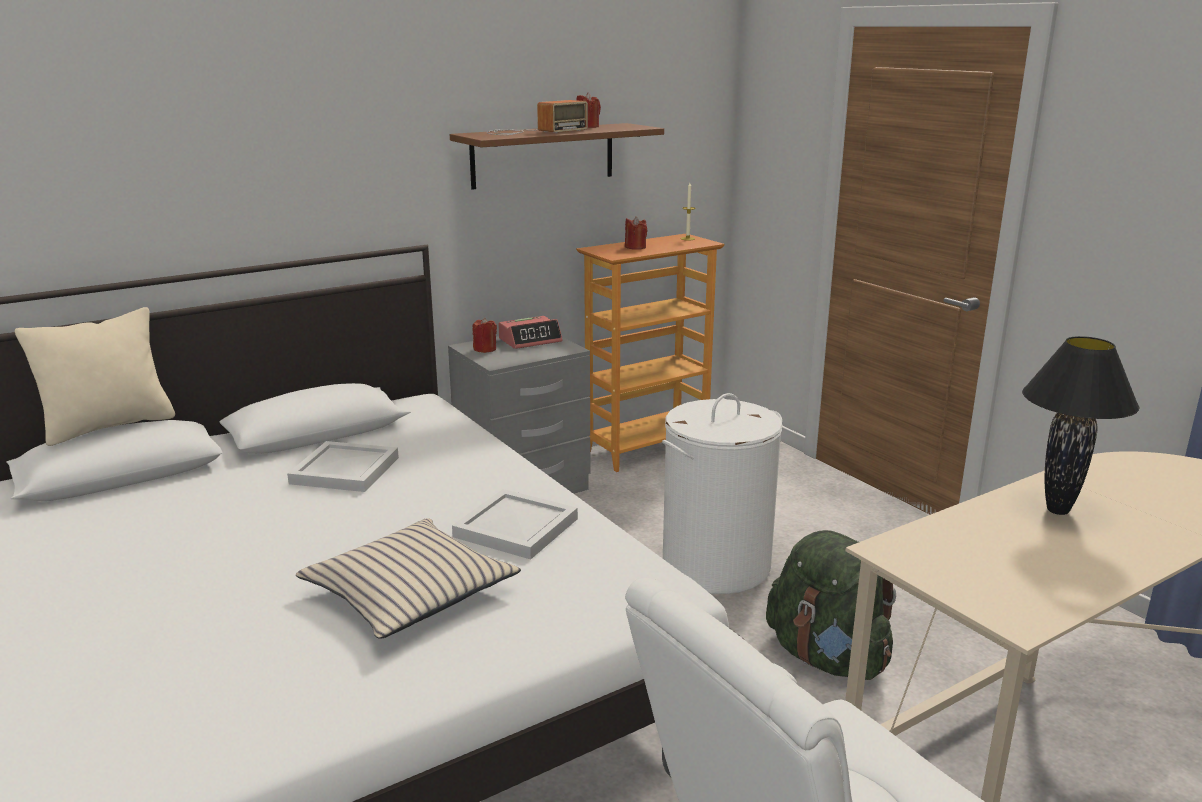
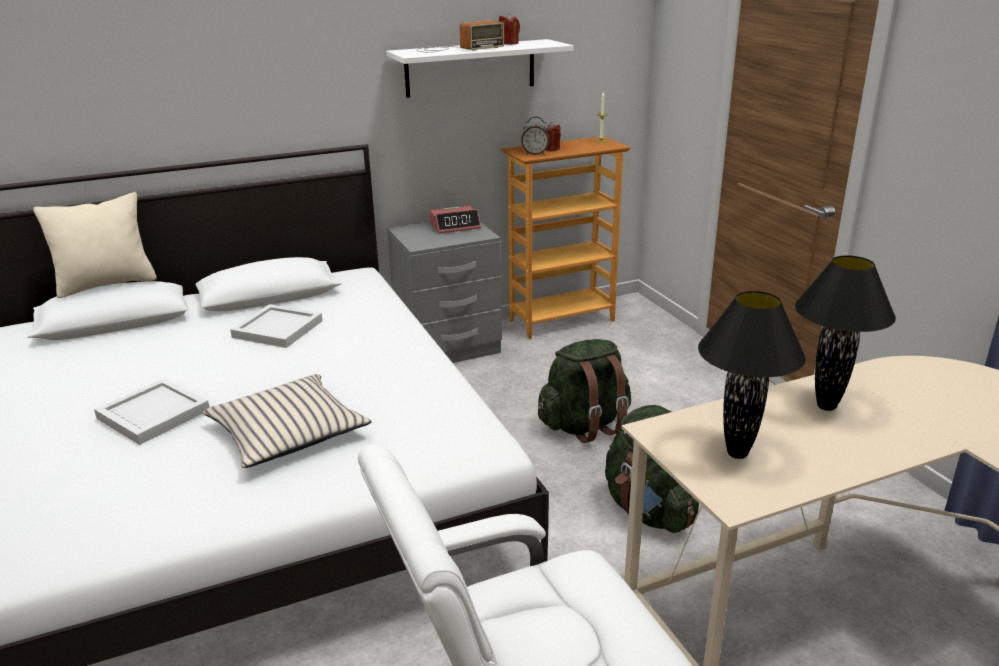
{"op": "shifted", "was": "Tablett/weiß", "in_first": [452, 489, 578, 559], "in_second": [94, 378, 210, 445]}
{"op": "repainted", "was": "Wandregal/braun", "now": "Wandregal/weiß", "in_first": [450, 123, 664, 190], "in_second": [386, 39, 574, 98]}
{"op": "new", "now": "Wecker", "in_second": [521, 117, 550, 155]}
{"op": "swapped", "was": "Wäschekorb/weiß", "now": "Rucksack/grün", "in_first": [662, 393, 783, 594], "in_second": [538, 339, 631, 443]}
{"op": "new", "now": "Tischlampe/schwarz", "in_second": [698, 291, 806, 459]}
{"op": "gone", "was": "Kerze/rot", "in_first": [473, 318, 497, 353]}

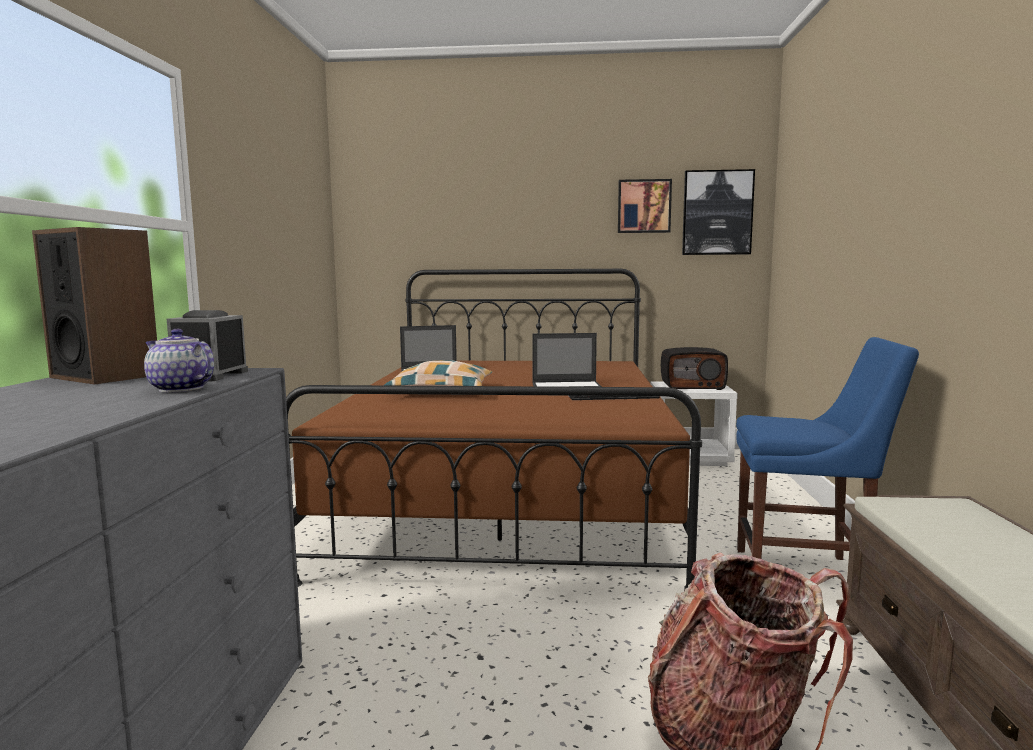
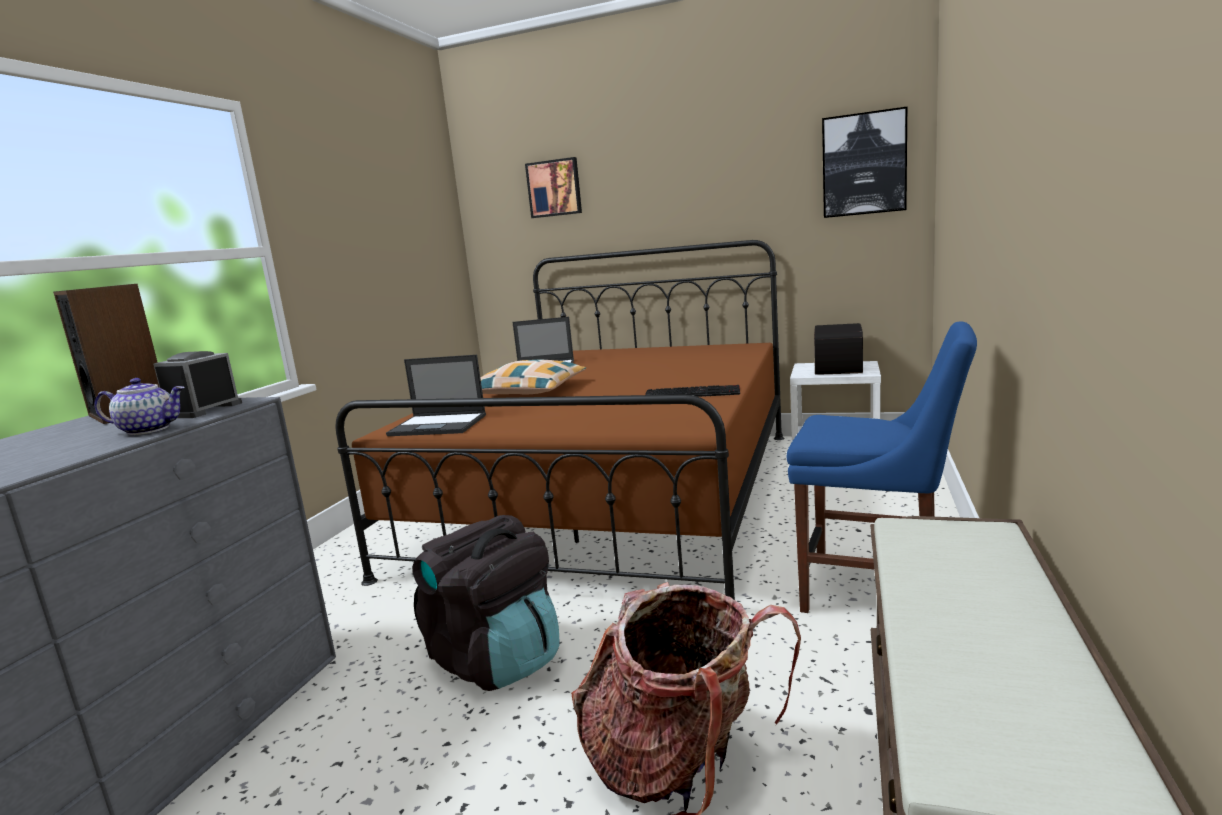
{"op": "rotated", "was": "Teekanne", "in_first": [144, 329, 214, 392], "in_second": [94, 378, 185, 435], "clockwise": 135}
{"op": "shifted", "was": "Laptop", "in_first": [532, 333, 602, 387], "in_second": [386, 355, 486, 436]}
{"op": "new", "now": "Rucksack/schwarz", "in_second": [412, 515, 560, 691]}
{"op": "shifted", "was": "Bild", "in_first": [618, 179, 672, 233], "in_second": [525, 157, 582, 218]}
{"op": "rotated", "was": "Radio", "in_first": [661, 347, 728, 390], "in_second": [814, 323, 863, 375], "clockwise": -90}

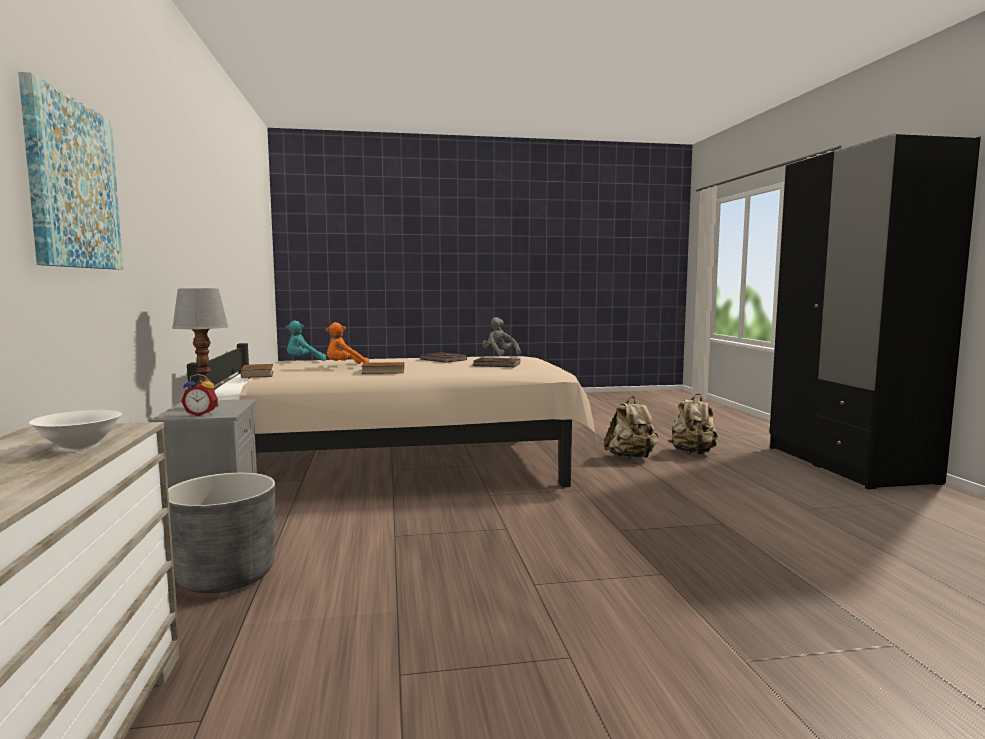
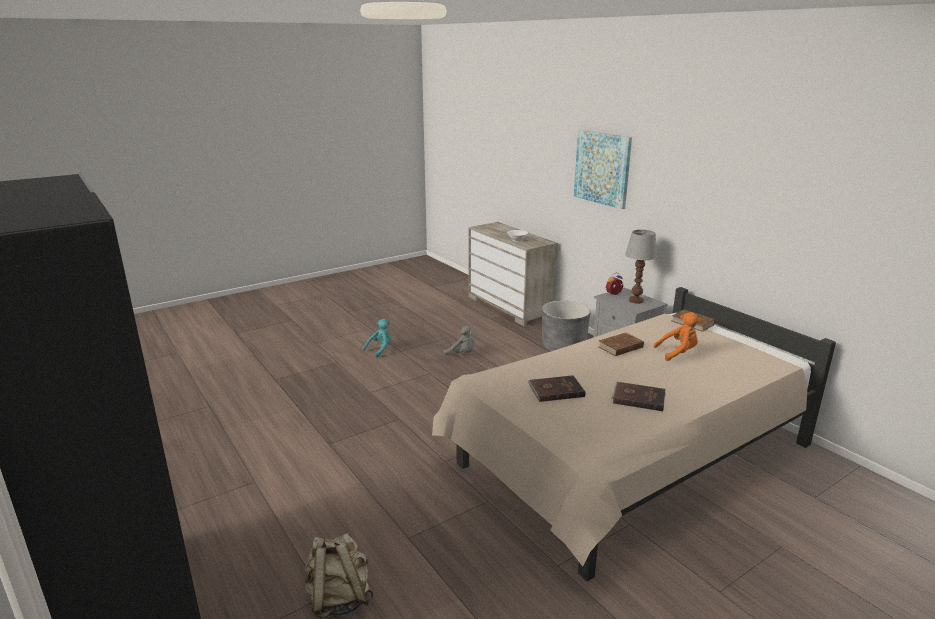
{"op": "shifted", "was": "Plüschtier/türkis", "in_first": [286, 320, 326, 361], "in_second": [363, 319, 391, 358]}
{"op": "shifted", "was": "Plüschtier/grau", "in_first": [482, 317, 521, 356], "in_second": [444, 326, 474, 356]}
{"op": "rotated", "was": "Plüschtier/orange", "in_first": [326, 322, 369, 364], "in_second": [654, 312, 701, 361], "clockwise": 45}
{"op": "gone", "was": "Rucksack/beige", "in_first": [604, 396, 658, 458]}

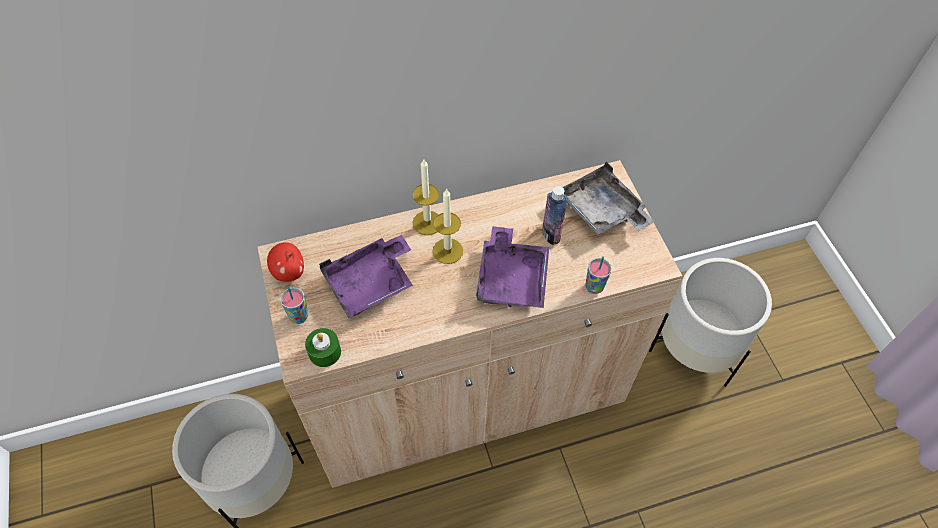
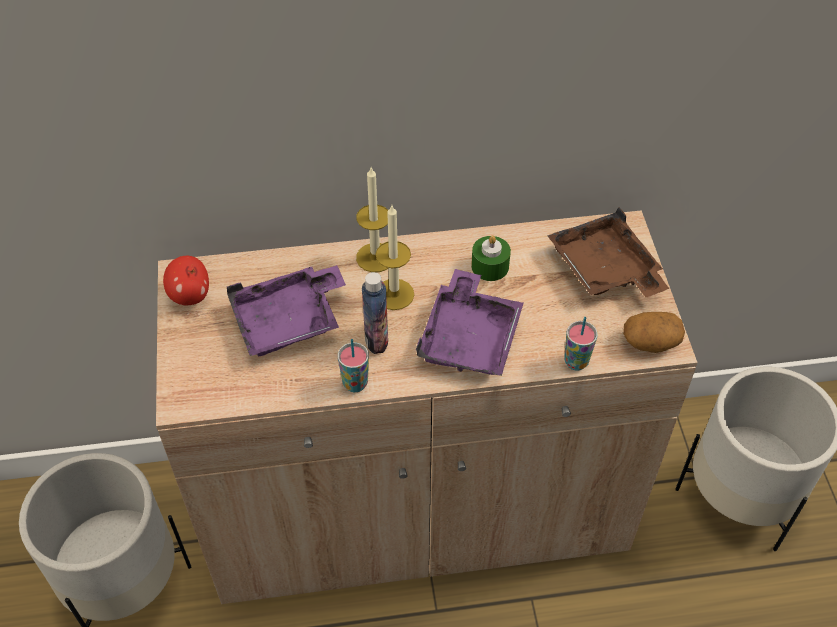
{"op": "shifted", "was": "Tasse", "in_first": [280, 287, 308, 324], "in_second": [338, 339, 369, 392]}
{"op": "shifted", "was": "Flasche", "in_first": [542, 186, 567, 245], "in_second": [362, 272, 388, 354]}
{"op": "shifted", "was": "Kerze/grün", "in_first": [305, 328, 341, 367], "in_second": [471, 236, 511, 281]}
{"op": "repainted", "was": "Tablett/grau", "now": "Tablett/braun", "in_first": [563, 162, 654, 235], "in_second": [547, 207, 670, 297]}
{"op": "new", "now": "Kartoffel", "in_second": [623, 312, 685, 353]}

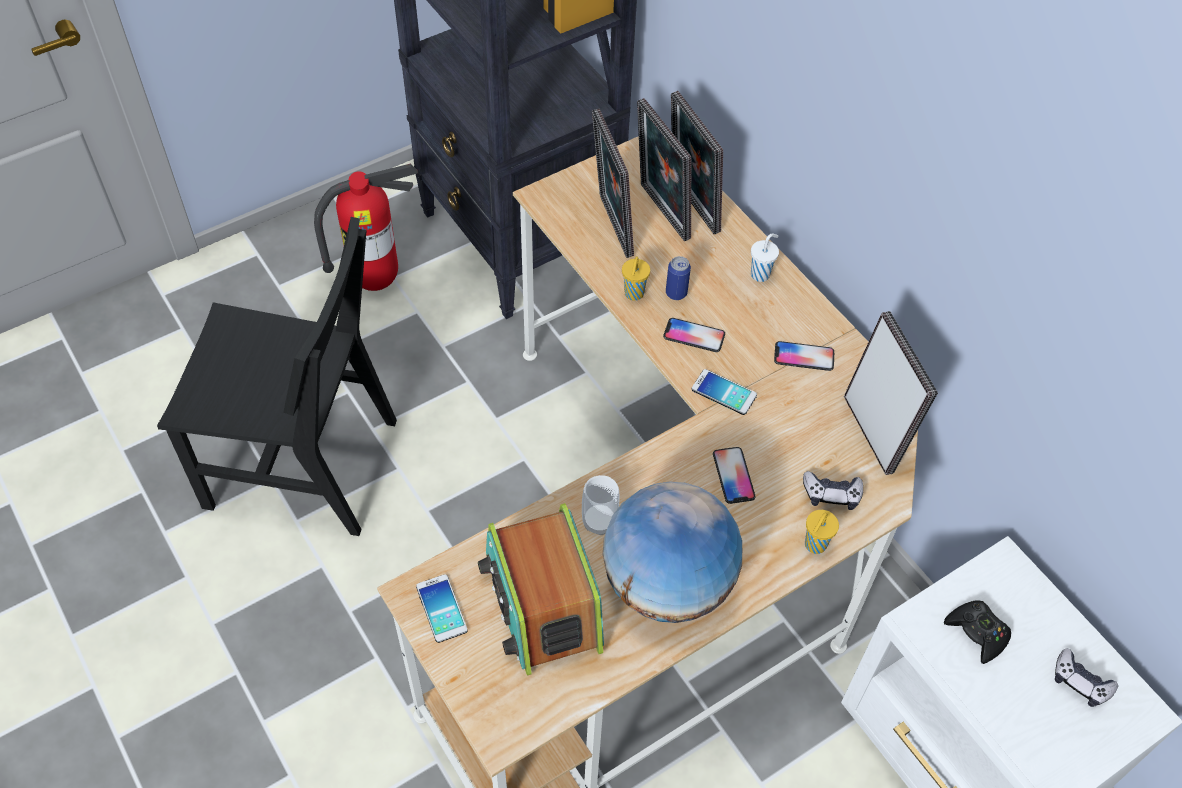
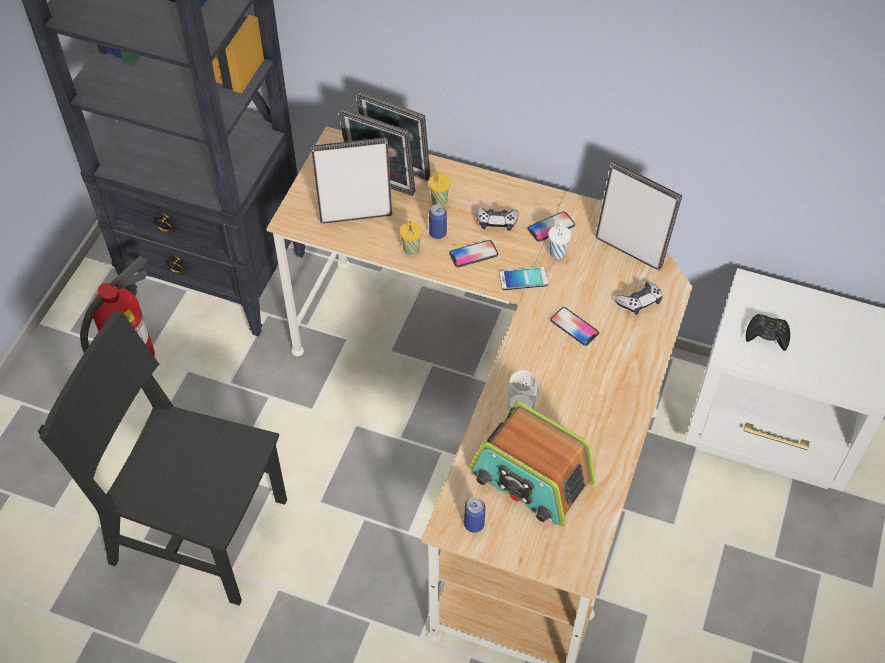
{"op": "rotated", "was": "Stuhl/schwarz", "in_first": [157, 217, 397, 536], "in_second": [38, 310, 287, 606], "clockwise": -135}
{"op": "rotated", "was": "Bilderrahmen", "in_first": [592, 109, 634, 258], "in_second": [311, 137, 392, 224], "clockwise": 135}
{"op": "shifted", "was": "Tasse/gelb", "in_first": [805, 510, 839, 554], "in_second": [428, 172, 451, 206]}
{"op": "swapped", "was": "Handy", "now": "Dose", "in_first": [416, 574, 468, 643], "in_second": [464, 497, 486, 533]}
{"op": "shifted", "was": "Gamepad", "in_first": [1055, 648, 1118, 707], "in_second": [476, 207, 518, 231]}
{"op": "shifted", "was": "Tasse/weiß", "in_first": [751, 233, 779, 282], "in_second": [548, 218, 571, 259]}
{"op": "gone", "was": "Globus", "in_first": [603, 482, 742, 623]}

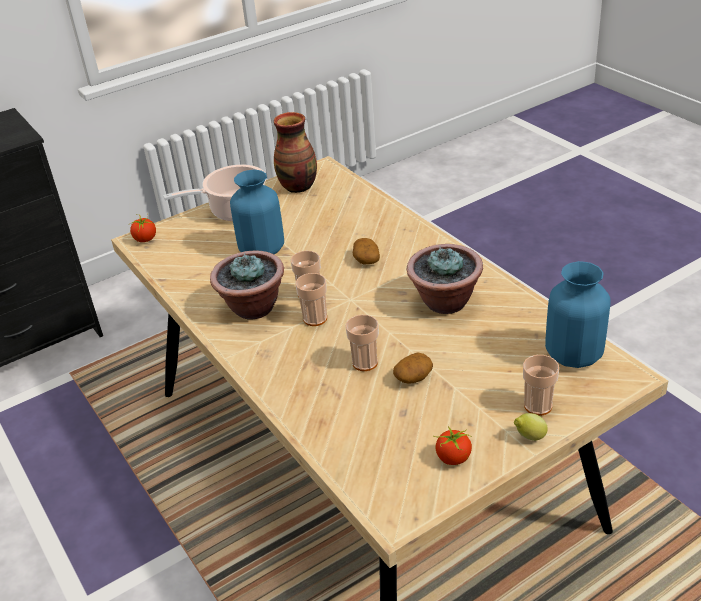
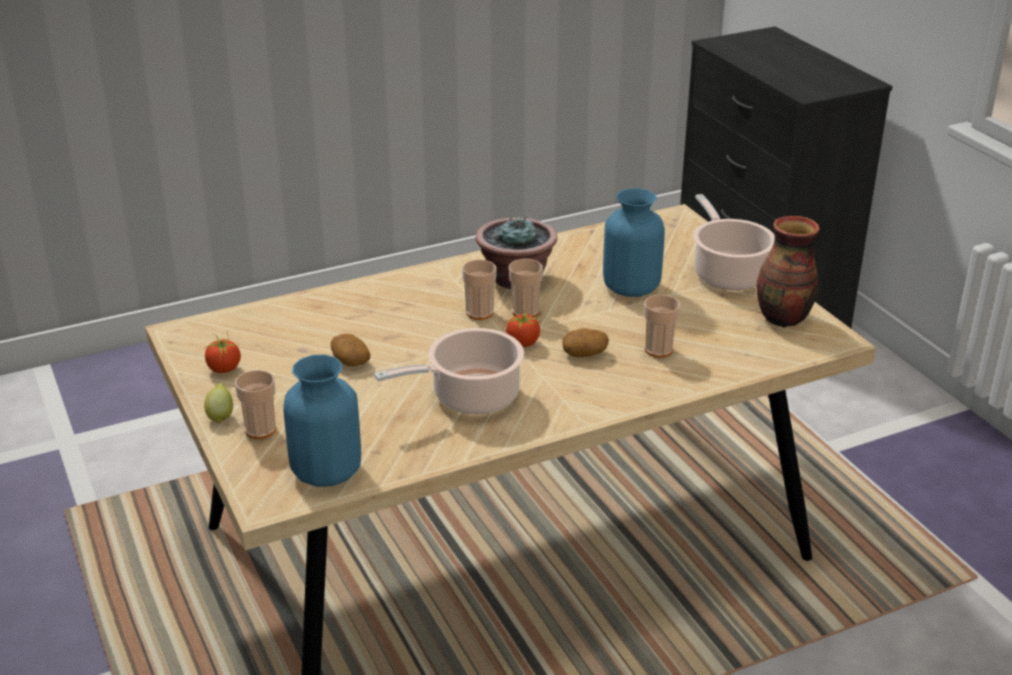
{"op": "swapped", "was": "Topfpflanze", "now": "Kochtopf", "in_first": [407, 244, 483, 314], "in_second": [374, 328, 524, 414]}
{"op": "shifted", "was": "Tomate", "in_first": [128, 212, 156, 242], "in_second": [505, 312, 541, 347]}
{"op": "shifted", "was": "Tasse", "in_first": [345, 315, 379, 371], "in_second": [644, 295, 680, 358]}

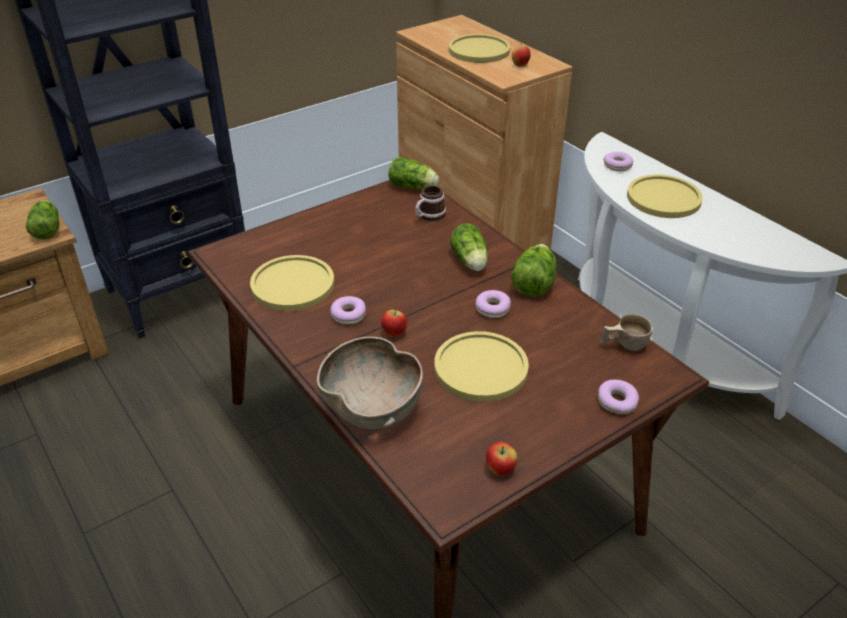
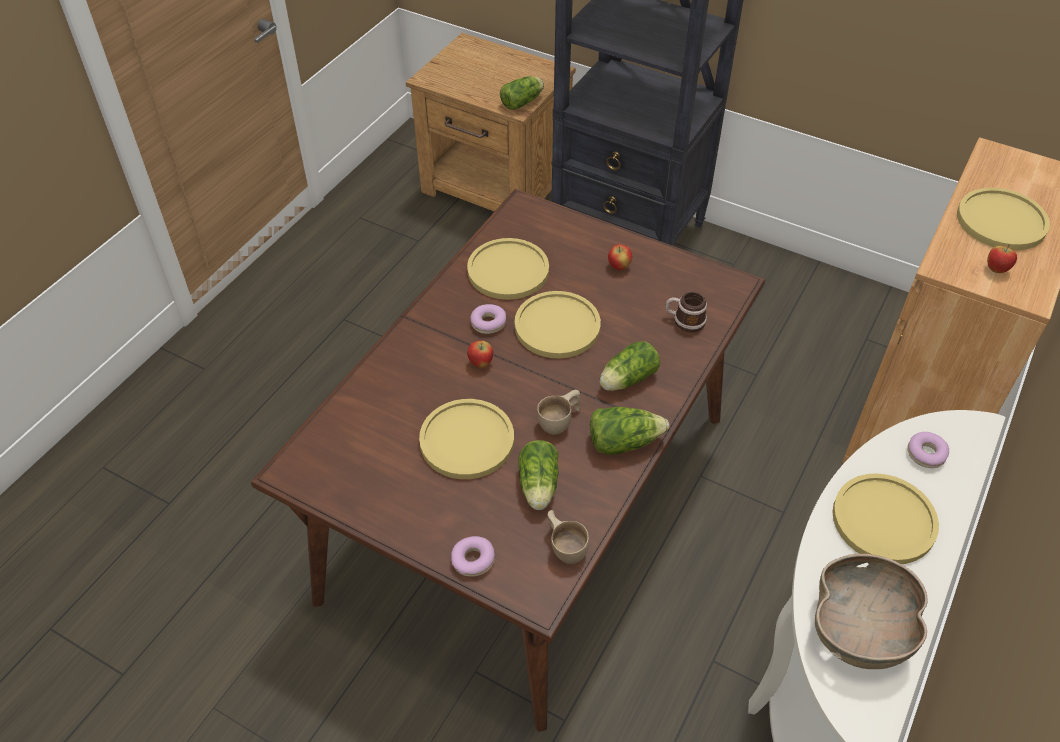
{"op": "new", "now": "Teller/gelb", "in_second": [515, 291, 601, 359]}
{"op": "shifted", "was": "Salatkopf", "in_first": [389, 157, 439, 189], "in_second": [518, 440, 559, 510]}
{"op": "swapped", "was": "Donut", "now": "Tasse/beige", "in_first": [476, 290, 511, 318], "in_second": [537, 390, 581, 435]}
{"op": "shifted", "was": "Apfel", "in_first": [486, 442, 517, 476], "in_second": [608, 244, 632, 270]}
{"op": "shifted", "was": "Schüssel/braun", "in_first": [317, 337, 423, 429], "in_second": [815, 554, 928, 669]}

